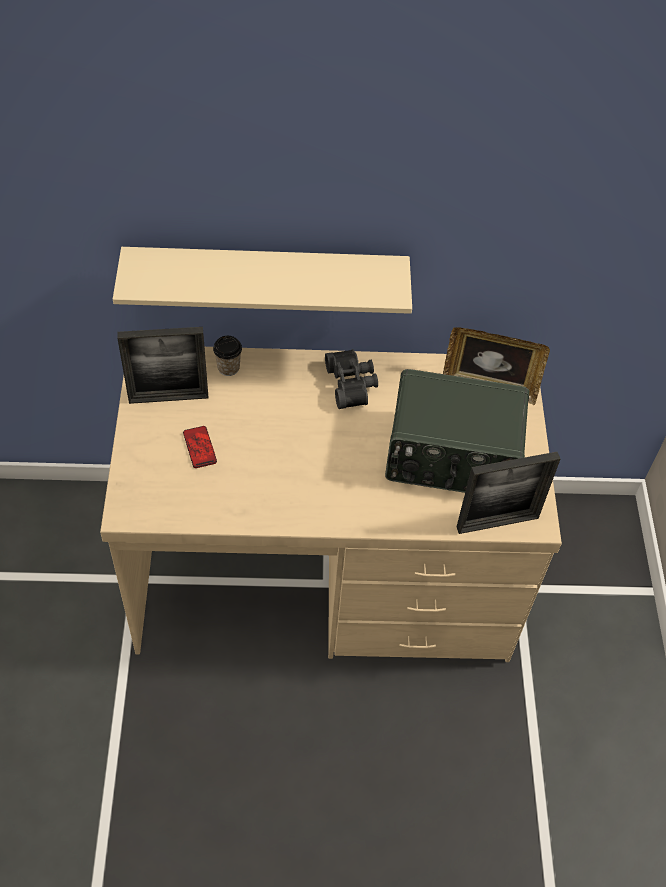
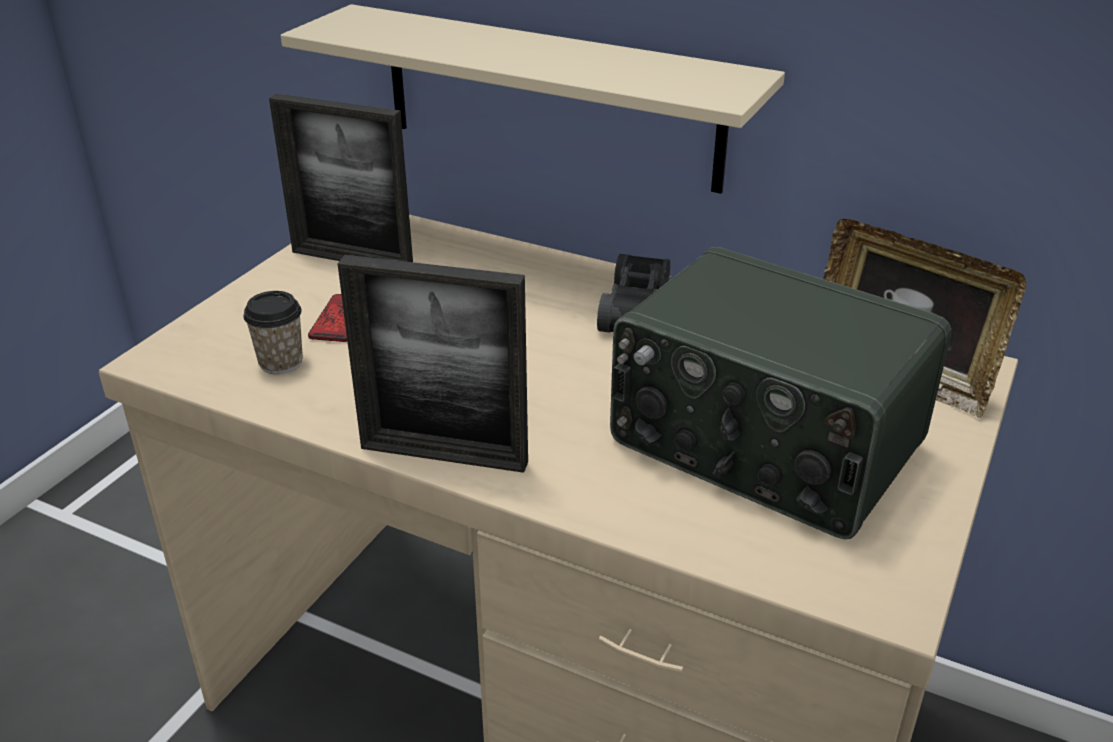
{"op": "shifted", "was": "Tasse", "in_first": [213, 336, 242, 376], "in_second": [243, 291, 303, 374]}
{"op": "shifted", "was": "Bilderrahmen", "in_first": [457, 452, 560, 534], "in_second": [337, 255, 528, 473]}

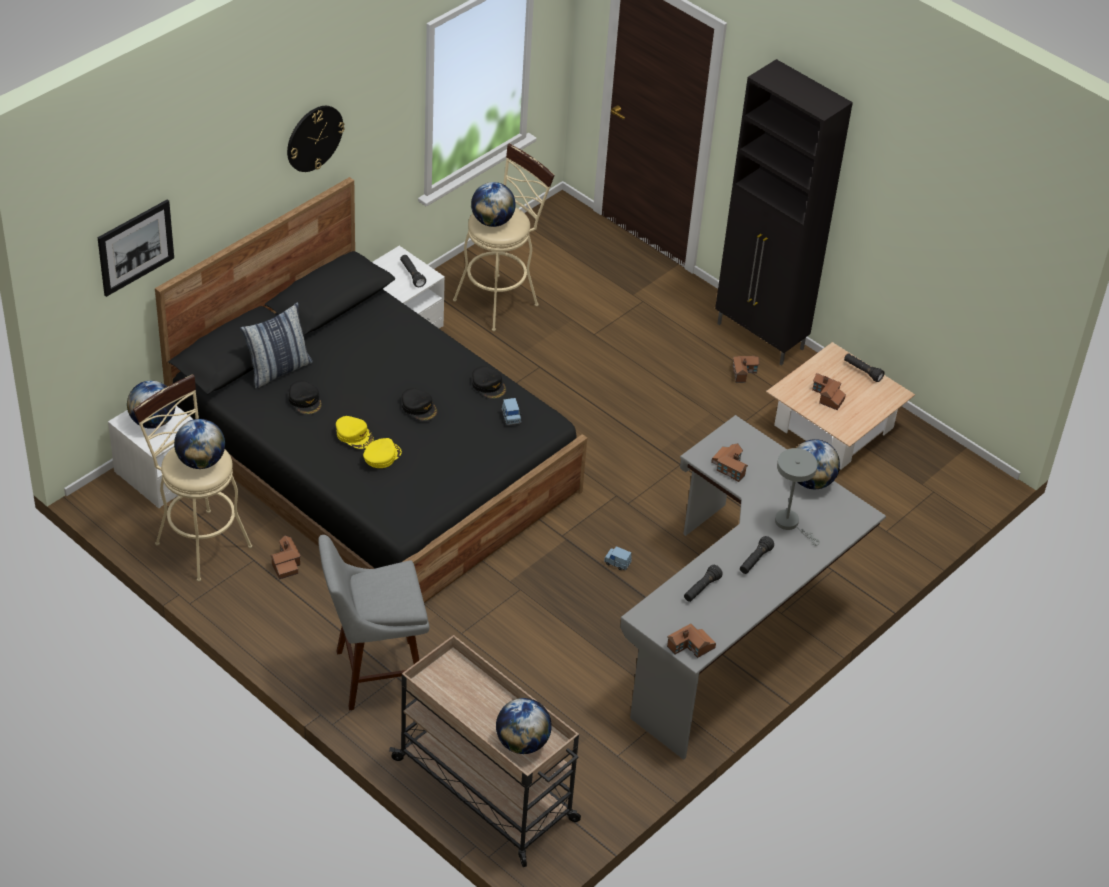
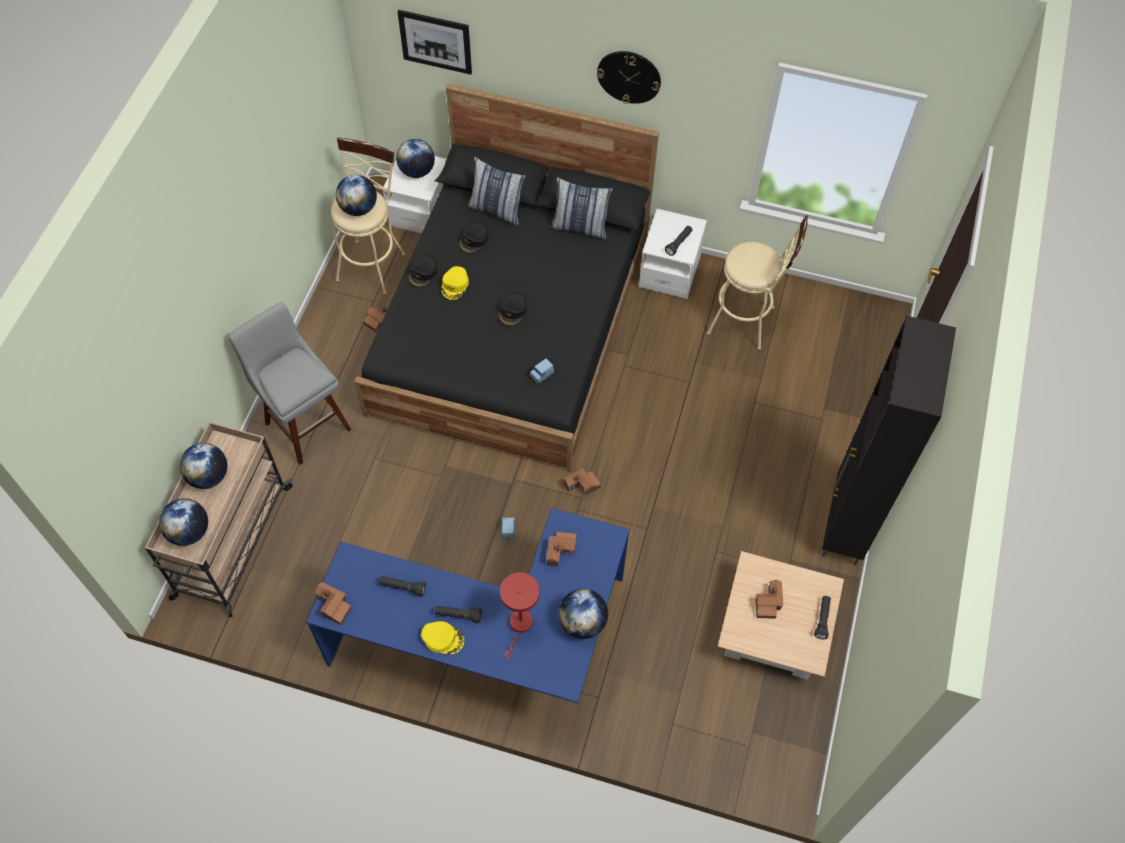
{"op": "shifted", "was": "Globus", "in_first": [471, 182, 516, 227], "in_second": [180, 443, 227, 489]}
{"op": "repainted", "was": "Schreibtisch/grau", "now": "Schreibtisch/blau", "in_first": [620, 415, 886, 760], "in_second": [306, 508, 630, 703]}
{"op": "shifted", "was": "Kappe/schwarz", "in_first": [472, 366, 507, 399], "in_second": [408, 255, 437, 287]}
{"op": "shifted", "was": "Kappe/gelb", "in_first": [363, 438, 402, 468], "in_second": [421, 621, 464, 654]}
{"op": "repainted", "was": "Tischlampe/grau", "now": "Tischlampe/rot", "in_first": [775, 448, 820, 546], "in_second": [500, 572, 539, 659]}
{"op": "new", "now": "Kissen", "in_second": [551, 177, 613, 239]}
{"op": "shifted", "was": "Spielzeughaus", "in_first": [733, 356, 759, 383], "in_second": [563, 468, 601, 495]}

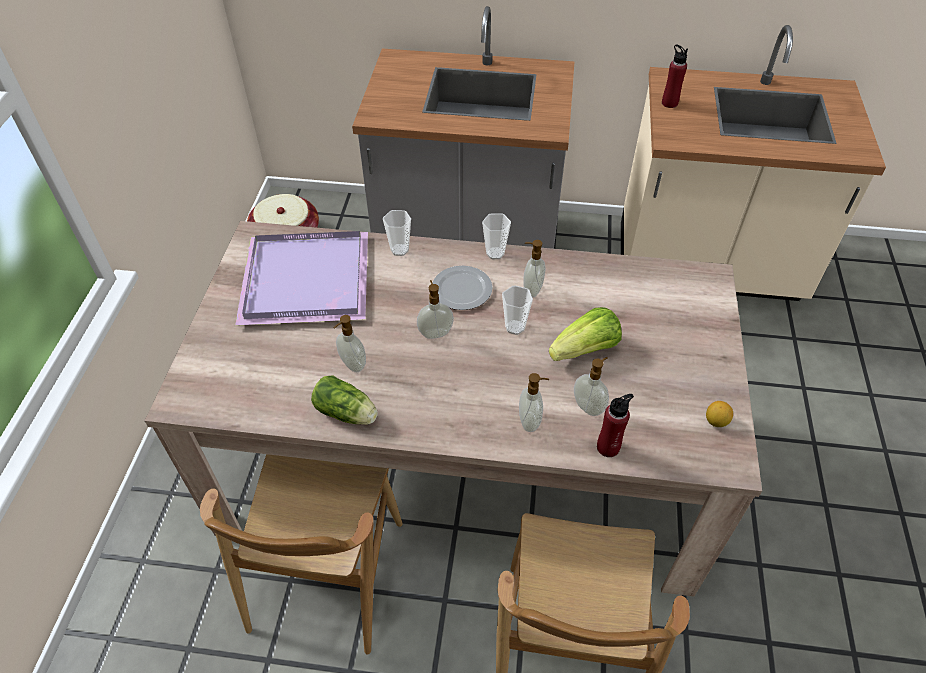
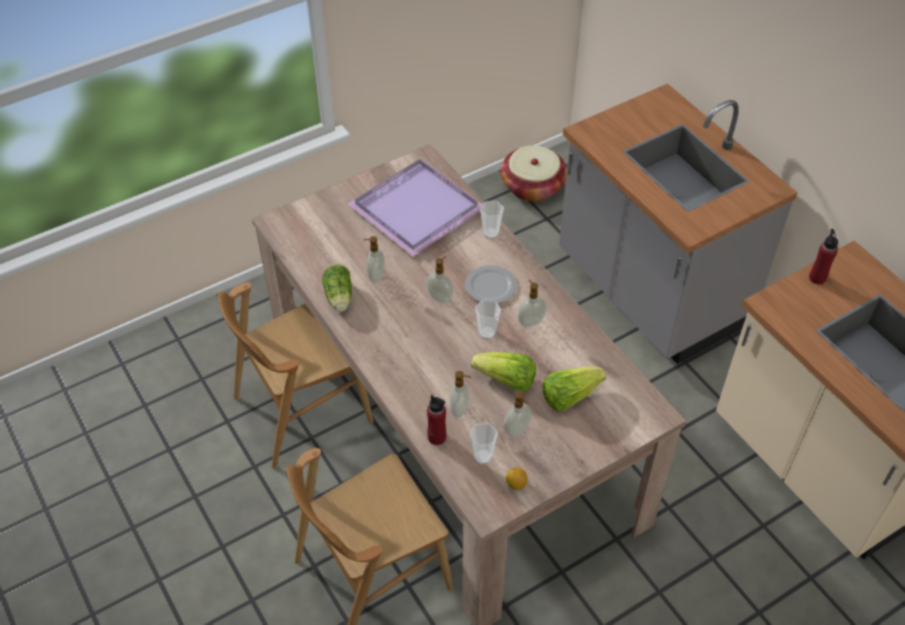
{"op": "shifted", "was": "Tasse", "in_first": [482, 214, 511, 259], "in_second": [470, 423, 498, 465]}
{"op": "shifted", "was": "Seifenspender", "in_first": [519, 373, 549, 432], "in_second": [504, 391, 531, 437]}
{"op": "new", "now": "Salatkopf", "in_second": [543, 366, 606, 412]}

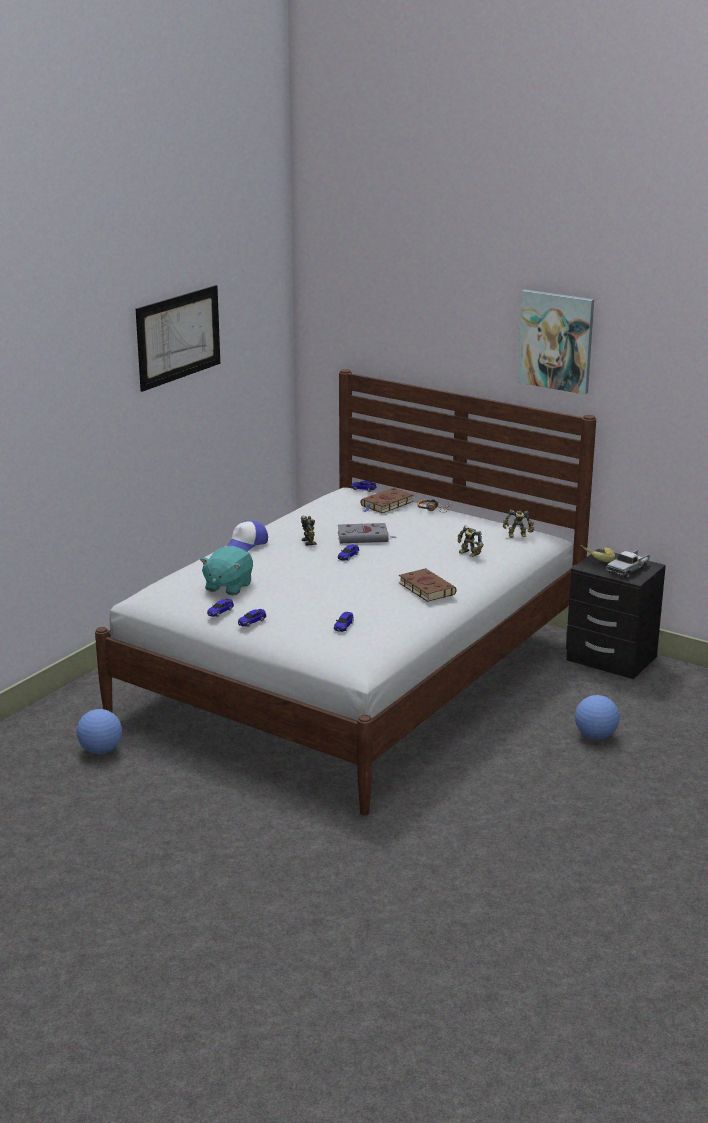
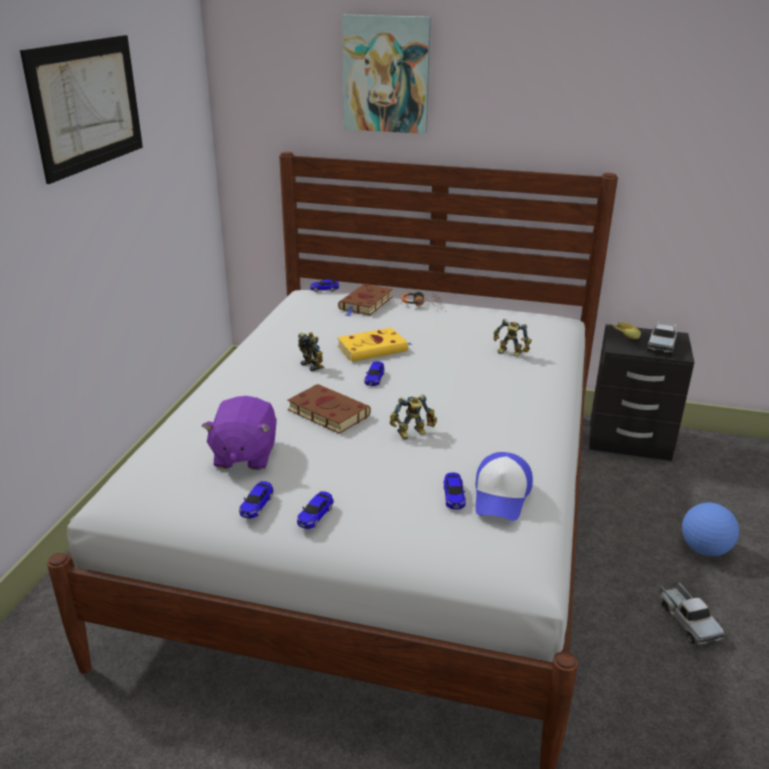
{"op": "repainted", "was": "Plüschtier/türkis", "now": "Plüschtier/lila", "in_first": [200, 546, 253, 595], "in_second": [202, 396, 277, 470]}
{"op": "shifted", "was": "Buch/braun", "in_first": [399, 568, 456, 602], "in_second": [287, 384, 371, 434]}
{"op": "repainted", "was": "Buch/grau", "now": "Buch/gelb", "in_first": [338, 523, 396, 543], "in_second": [337, 328, 413, 362]}
{"op": "shifted", "was": "Bild", "in_first": [517, 290, 594, 395], "in_second": [342, 14, 431, 134]}
{"op": "shifted", "was": "Spielzeugroboter", "in_first": [503, 510, 534, 538], "in_second": [390, 395, 437, 440]}
{"op": "shifted", "was": "Kappe", "in_first": [226, 520, 268, 552], "in_second": [475, 452, 533, 521]}
{"op": "new", "now": "Spielzeuglaster", "in_second": [660, 582, 725, 645]}
{"op": "gone", "was": "Fußball", "in_first": [76, 709, 122, 754]}

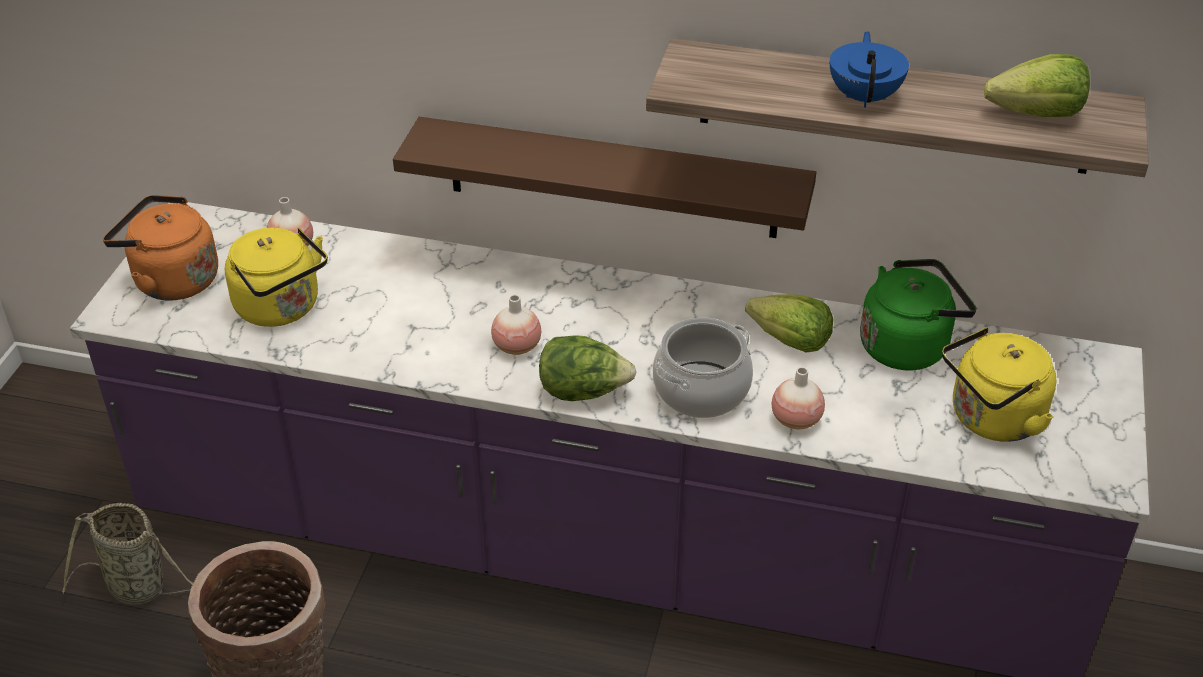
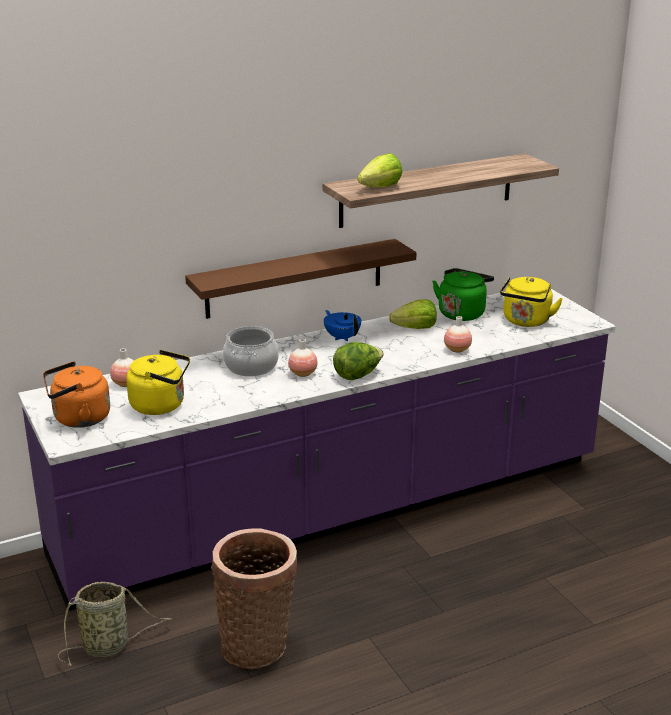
{"op": "shifted", "was": "Kochtopf", "in_first": [653, 317, 753, 418], "in_second": [223, 326, 279, 376]}
{"op": "shifted", "was": "Teekanne/blau", "in_first": [830, 31, 909, 108], "in_second": [324, 310, 361, 341]}
{"op": "shifted", "was": "Salatkopf", "in_first": [984, 54, 1090, 117], "in_second": [357, 153, 402, 187]}

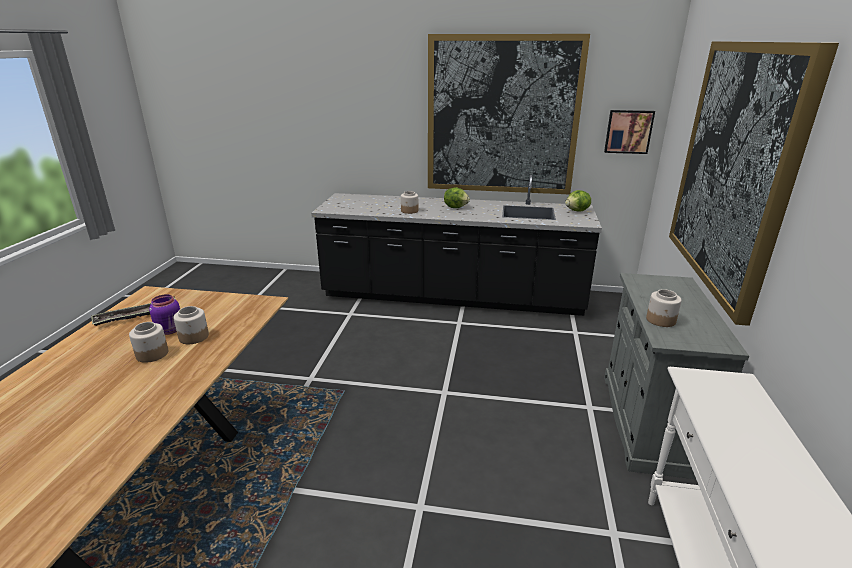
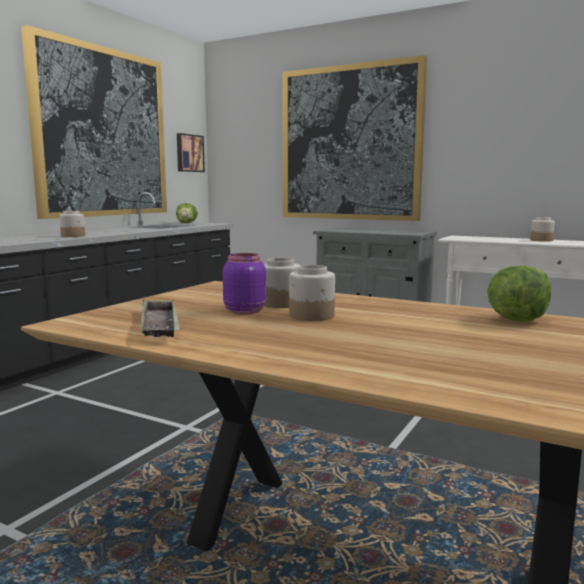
{"op": "shifted", "was": "Salatkopf", "in_first": [444, 187, 470, 208], "in_second": [487, 266, 551, 322]}
{"op": "shifted", "was": "Vorratsglas", "in_first": [646, 289, 682, 327], "in_second": [530, 217, 555, 241]}

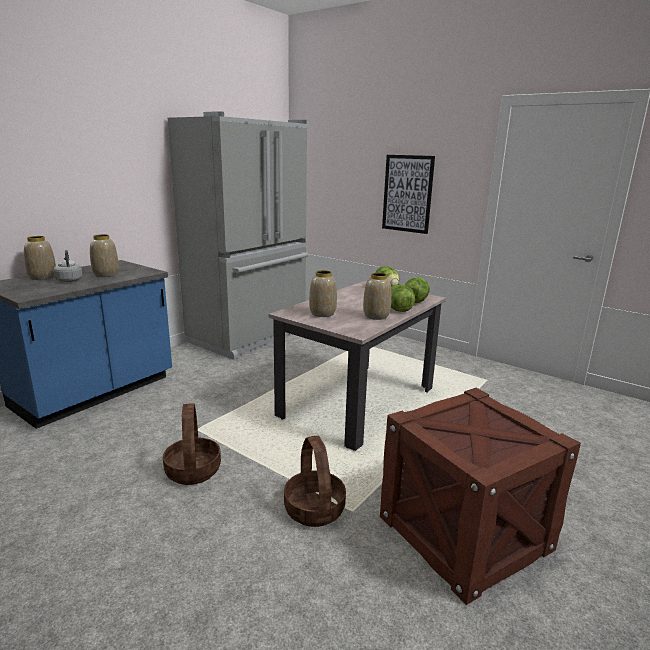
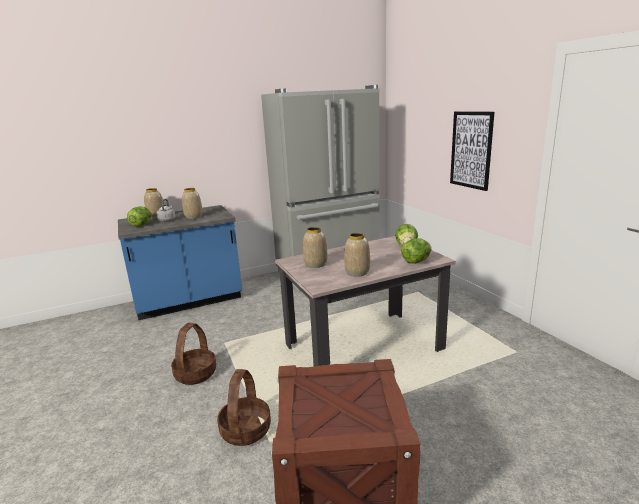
{"op": "shifted", "was": "Salatkopf", "in_first": [391, 284, 415, 312], "in_second": [127, 206, 152, 227]}

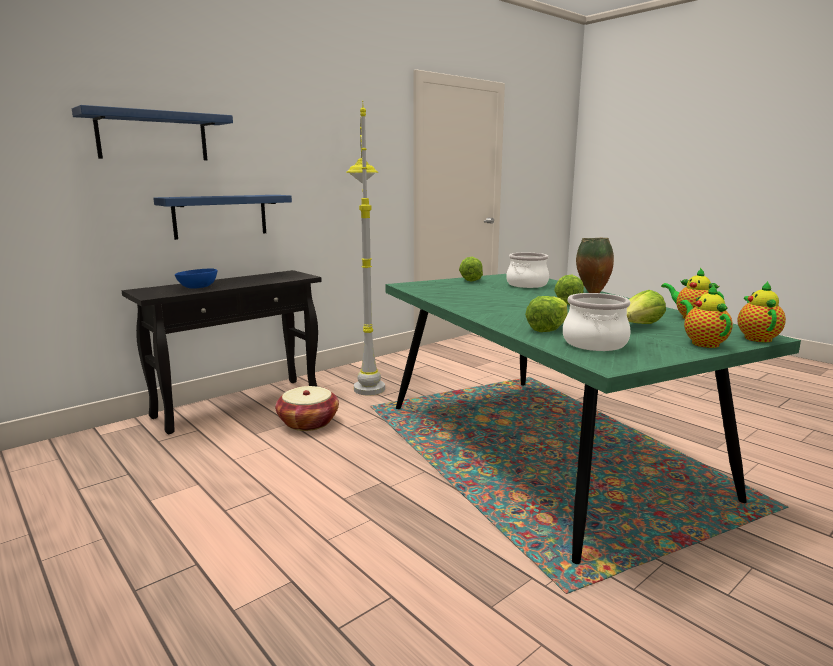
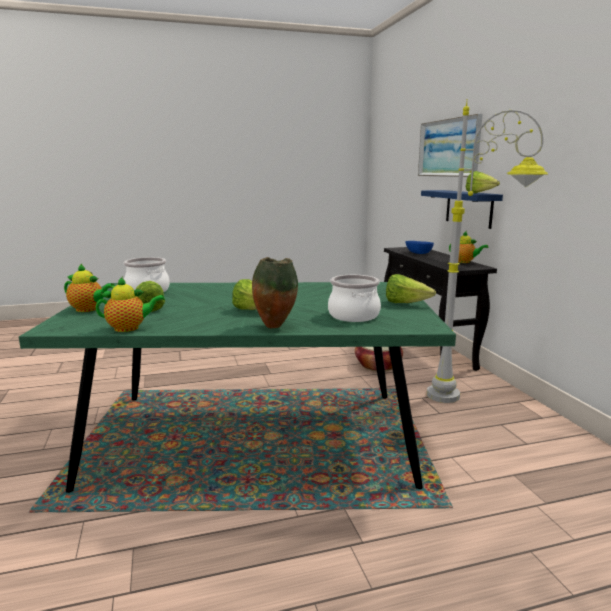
{"op": "swapped", "was": "Wandregal/blau", "now": "Bild", "in_first": [72, 105, 233, 160], "in_second": [418, 114, 483, 177]}
{"op": "shifted", "was": "Teekanne", "in_first": [738, 281, 786, 342], "in_second": [449, 232, 488, 263]}
{"op": "shifted", "was": "Salatkopf", "in_first": [525, 296, 568, 332], "in_second": [466, 171, 500, 193]}

